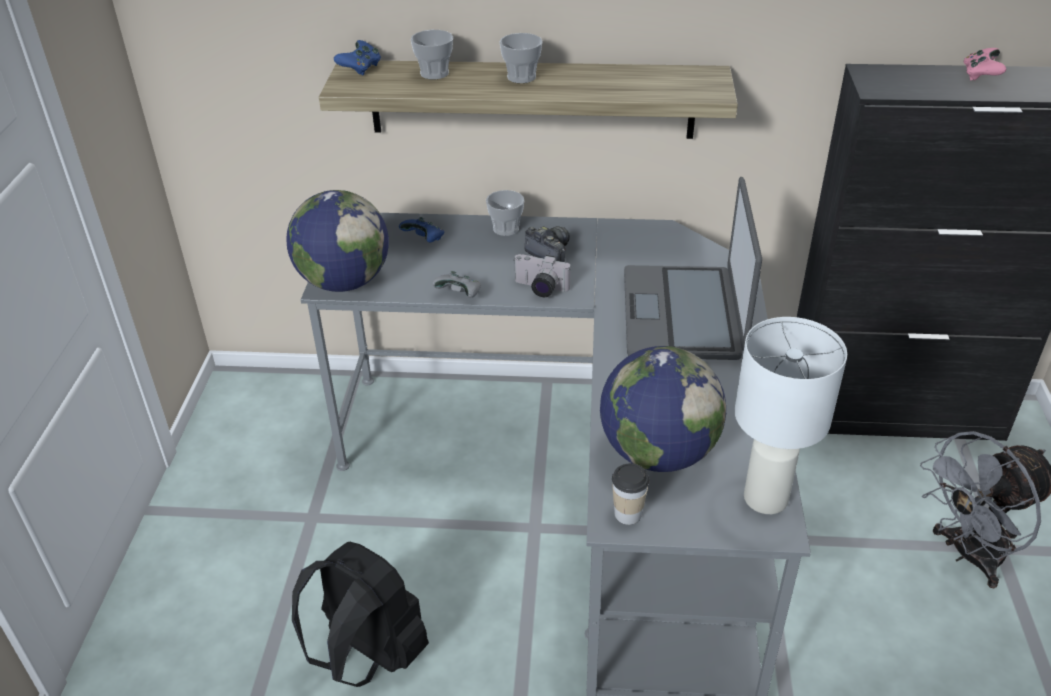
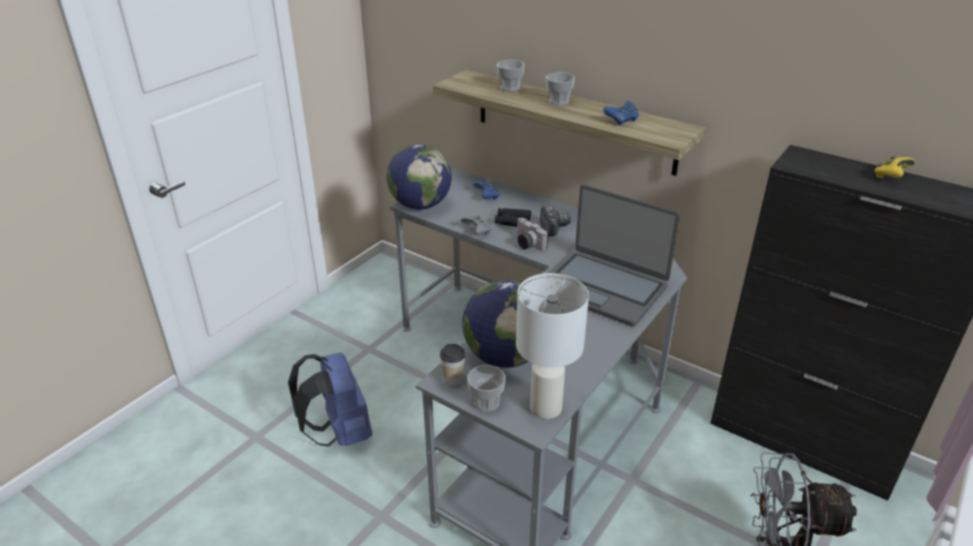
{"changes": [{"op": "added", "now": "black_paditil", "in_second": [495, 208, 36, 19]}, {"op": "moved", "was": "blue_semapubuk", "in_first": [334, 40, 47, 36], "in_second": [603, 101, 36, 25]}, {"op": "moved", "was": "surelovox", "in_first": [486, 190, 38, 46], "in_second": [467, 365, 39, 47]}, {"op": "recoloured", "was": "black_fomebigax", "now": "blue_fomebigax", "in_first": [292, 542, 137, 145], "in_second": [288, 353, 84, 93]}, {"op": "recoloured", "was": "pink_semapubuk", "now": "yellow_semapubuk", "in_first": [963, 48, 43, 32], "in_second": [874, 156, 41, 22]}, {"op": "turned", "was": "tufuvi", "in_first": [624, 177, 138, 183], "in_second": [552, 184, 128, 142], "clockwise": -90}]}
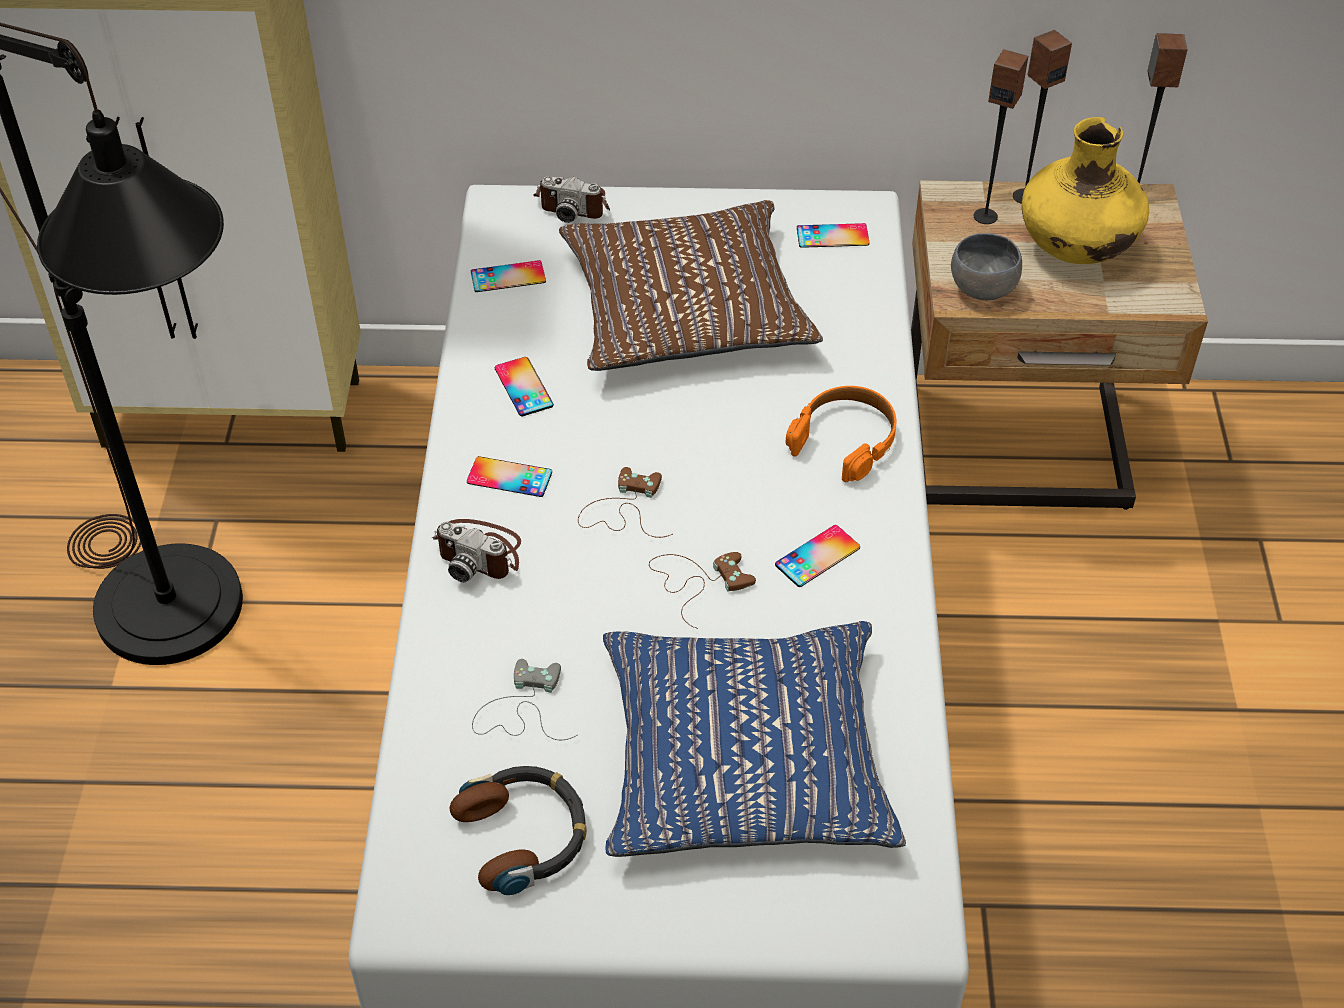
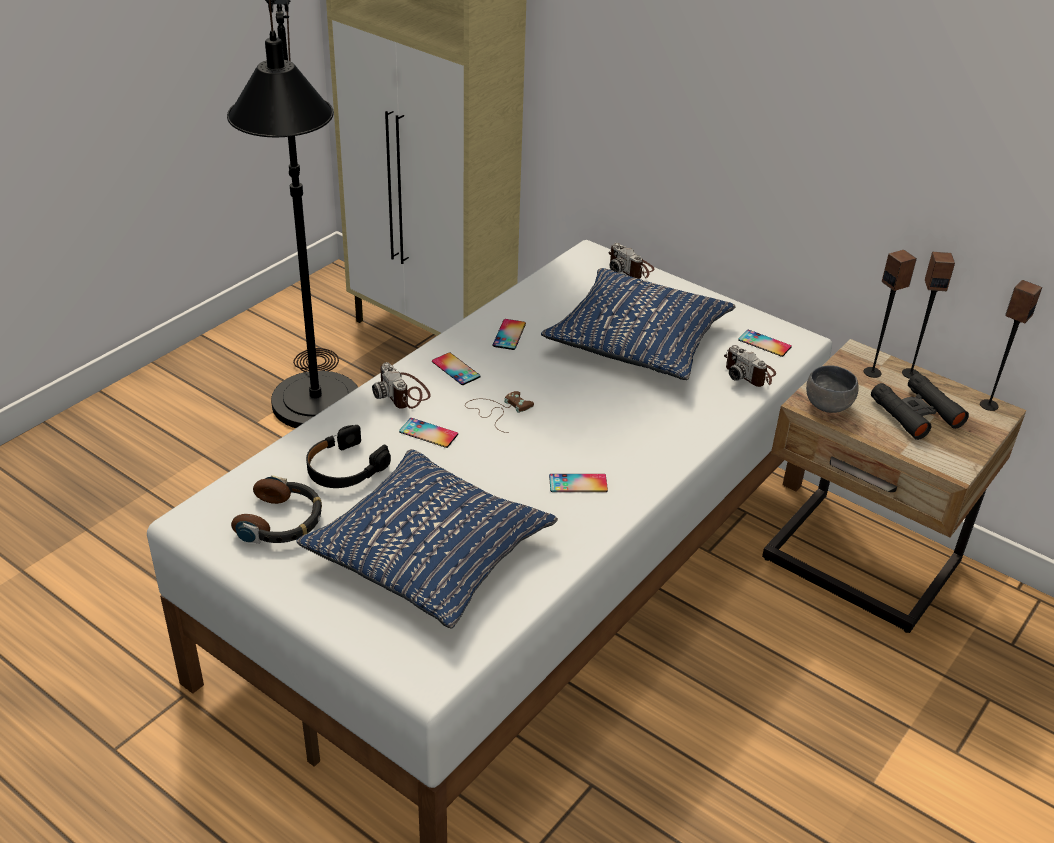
{"changes": [{"op": "removed", "was": "brown_semapubuk", "in_first": [649, 552, 107, 77]}, {"op": "removed", "was": "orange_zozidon", "in_first": [786, 386, 110, 96]}, {"op": "added", "now": "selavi", "in_second": [724, 345, 52, 42]}, {"op": "moved", "was": "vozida", "in_first": [471, 260, 75, 32], "in_second": [399, 418, 59, 30]}, {"op": "replaced", "was": "grey_semapubuk", "now": "black_zozidon", "in_first": [472, 659, 105, 81], "in_second": [306, 425, 85, 63]}, {"op": "replaced", "was": "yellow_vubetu", "now": "black_paditil", "in_first": [1022, 117, 127, 147], "in_second": [871, 373, 98, 67]}, {"op": "recoloured", "was": "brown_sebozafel", "now": "blue_sebozafel", "in_first": [559, 200, 264, 171], "in_second": [541, 268, 195, 112]}]}
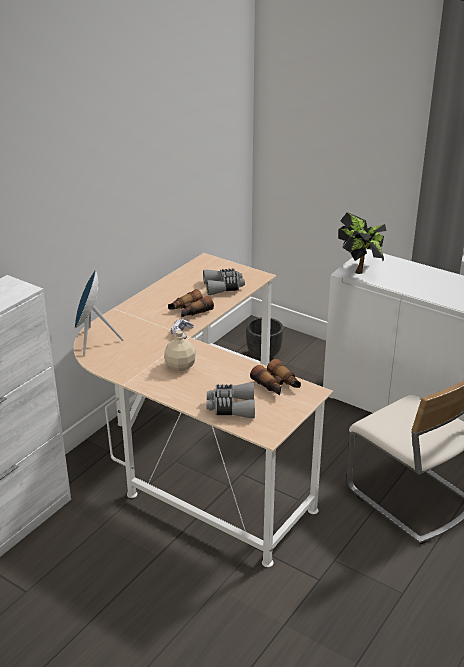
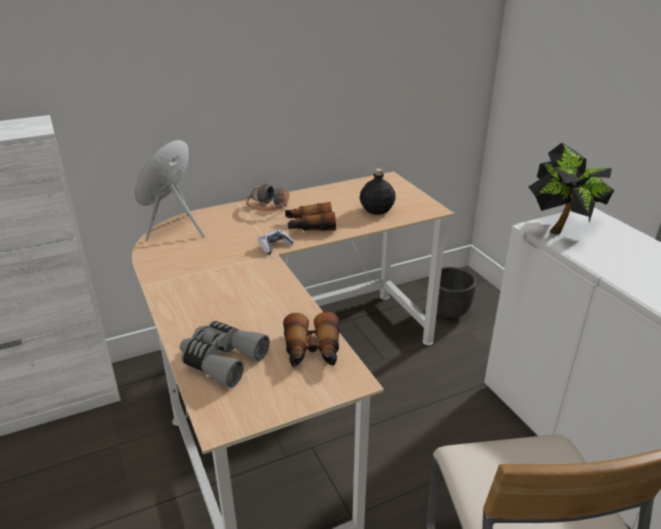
{"changes": [{"op": "removed", "was": "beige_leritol", "in_first": [164, 330, 32, 41]}, {"op": "added", "now": "zozidon", "in_second": [246, 183, 43, 28]}, {"op": "replaced", "was": "grey_paditil", "now": "black_leritol", "in_first": [203, 269, 42, 26], "in_second": [360, 168, 36, 47]}]}
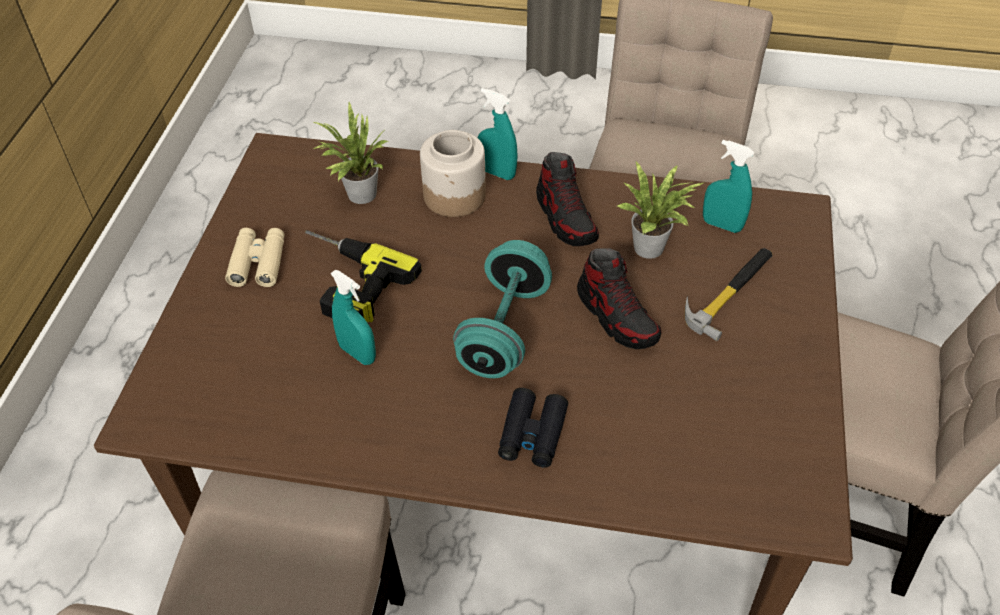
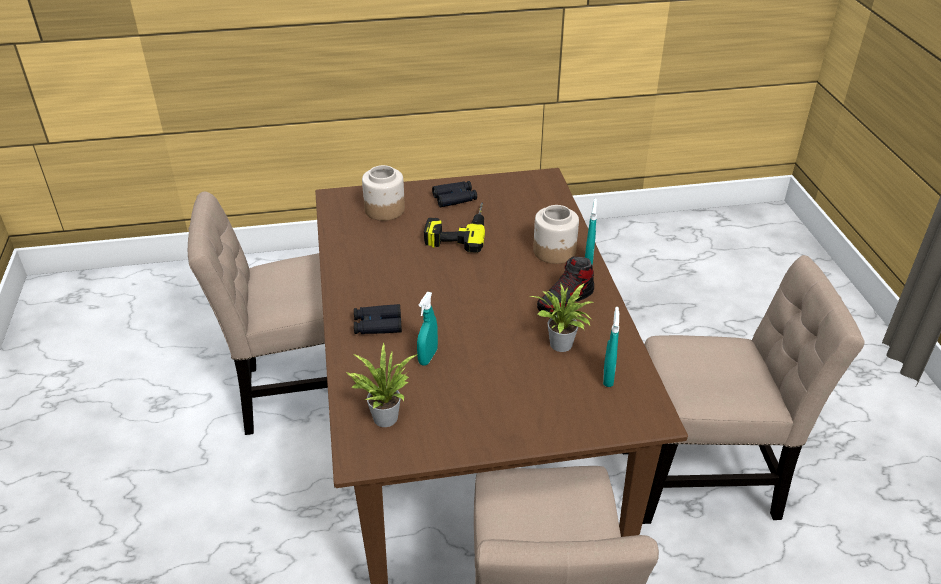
{"changes": [{"op": "removed", "was": "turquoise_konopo", "in_first": [453, 240, 99, 138]}, {"op": "removed", "was": "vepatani", "in_first": [577, 248, 85, 101]}, {"op": "removed", "was": "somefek", "in_first": [685, 248, 87, 93]}, {"op": "added", "now": "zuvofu", "in_second": [362, 165, 43, 56]}, {"op": "moved", "was": "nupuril", "in_first": [311, 102, 77, 102], "in_second": [346, 343, 72, 84]}, {"op": "moved", "was": "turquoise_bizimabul", "in_first": [330, 270, 46, 95], "in_second": [417, 292, 21, 74]}, {"op": "recoloured", "was": "beige_paditil", "now": "black_paditil", "in_first": [225, 228, 60, 59], "in_second": [432, 181, 45, 26]}]}
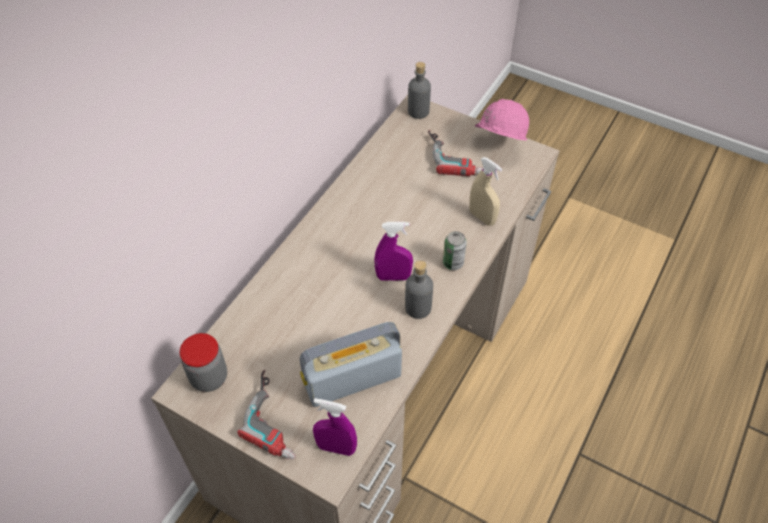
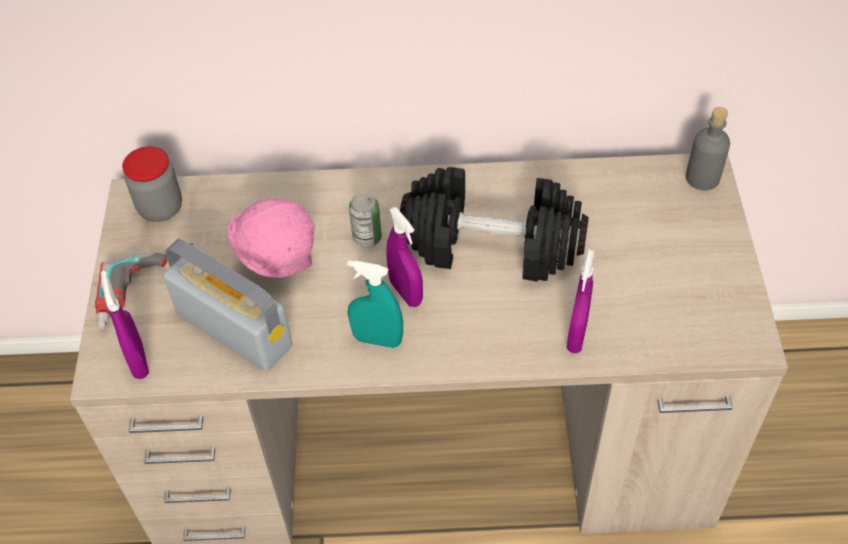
{"changes": [{"op": "removed", "was": "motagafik", "in_first": [428, 130, 55, 46]}, {"op": "added", "now": "black_konopo", "in_second": [400, 167, 189, 115]}, {"op": "moved", "was": "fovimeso", "in_first": [443, 231, 24, 39], "in_second": [349, 192, 33, 55]}, {"op": "moved", "was": "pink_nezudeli", "in_first": [475, 99, 54, 41], "in_second": [227, 198, 88, 80]}, {"op": "replaced", "was": "grey_leritol", "now": "turquoise_bizimabul", "in_first": [405, 260, 28, 59], "in_second": [348, 260, 55, 88]}, {"op": "recoloured", "was": "beige_bizimabul", "now": "purple_bizimabul", "in_first": [469, 157, 34, 69], "in_second": [566, 249, 29, 104]}]}
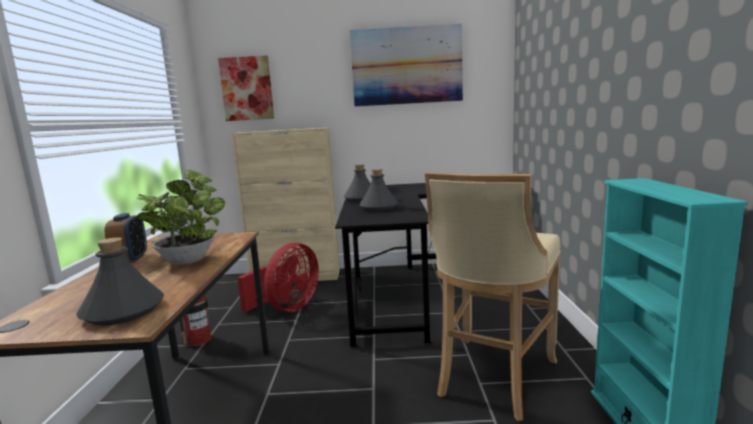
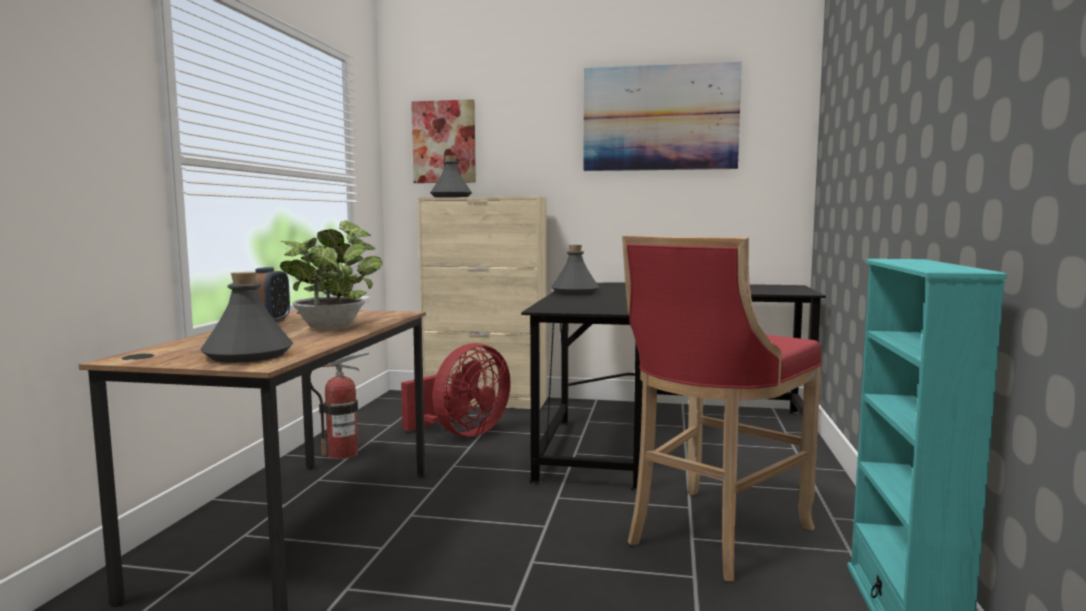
{"changes": [{"op": "moved", "was": "grey_leritol", "in_first": [359, 169, 39, 42], "in_second": [430, 155, 42, 42]}, {"op": "recoloured", "was": "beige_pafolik", "now": "red_pafolik", "in_first": [425, 172, 136, 249], "in_second": [622, 235, 199, 346]}]}
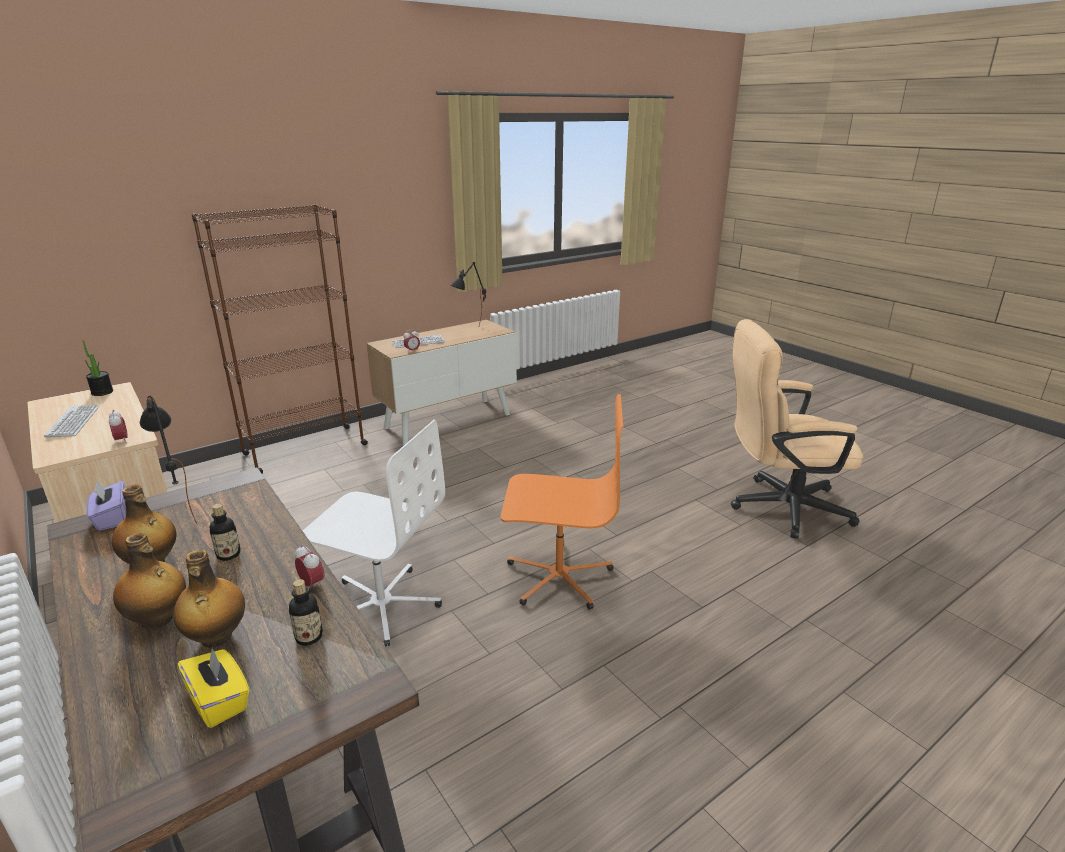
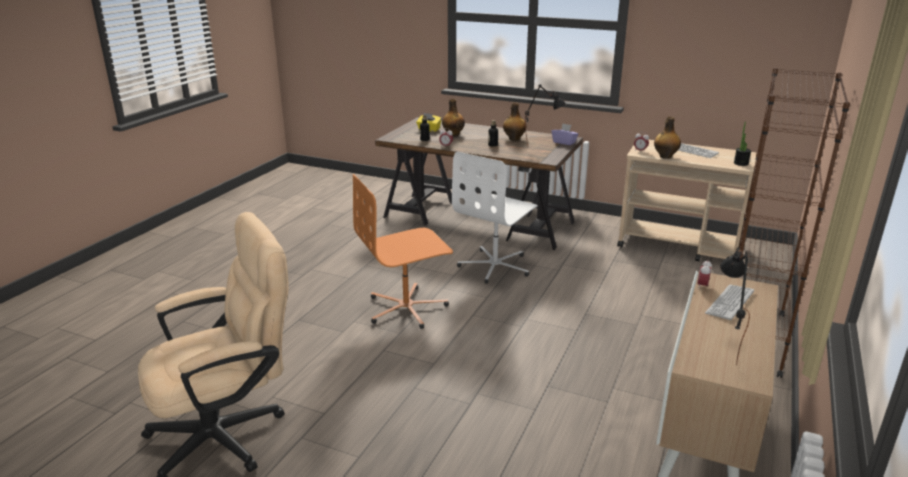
{"changes": [{"op": "moved", "was": "leritol", "in_first": [113, 532, 73, 97], "in_second": [654, 117, 27, 42]}, {"op": "turned", "was": "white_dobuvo", "in_first": [303, 420, 142, 226], "in_second": [452, 152, 86, 132], "clockwise": -45}]}
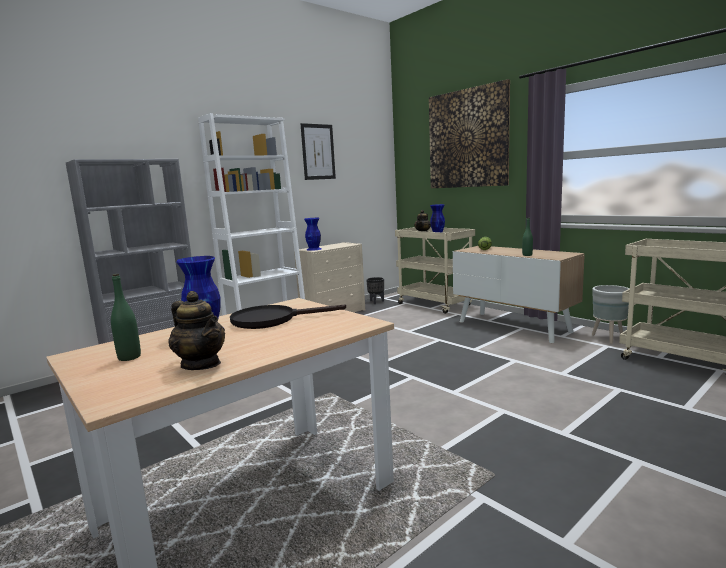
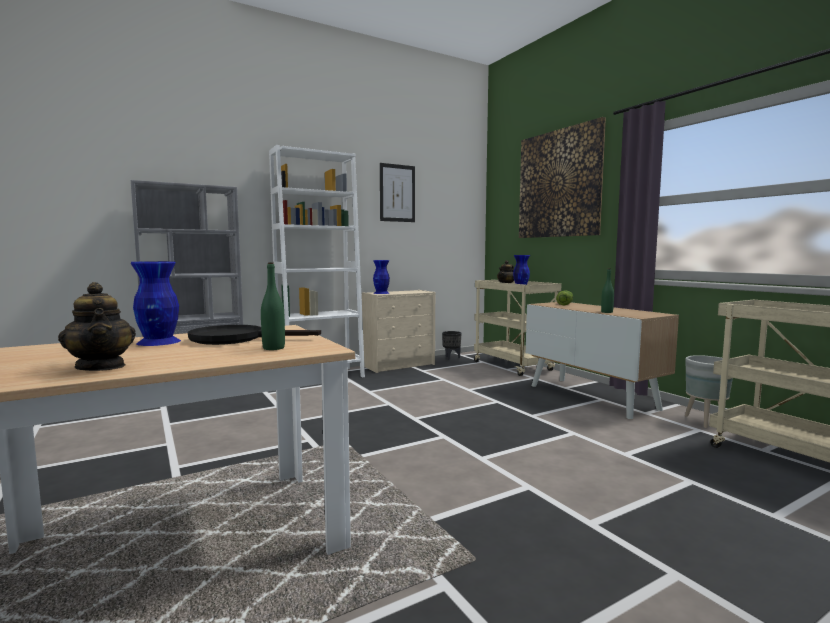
{"changes": [{"op": "moved", "was": "green_leritol", "in_first": [111, 274, 30, 87], "in_second": [261, 262, 24, 88]}]}
